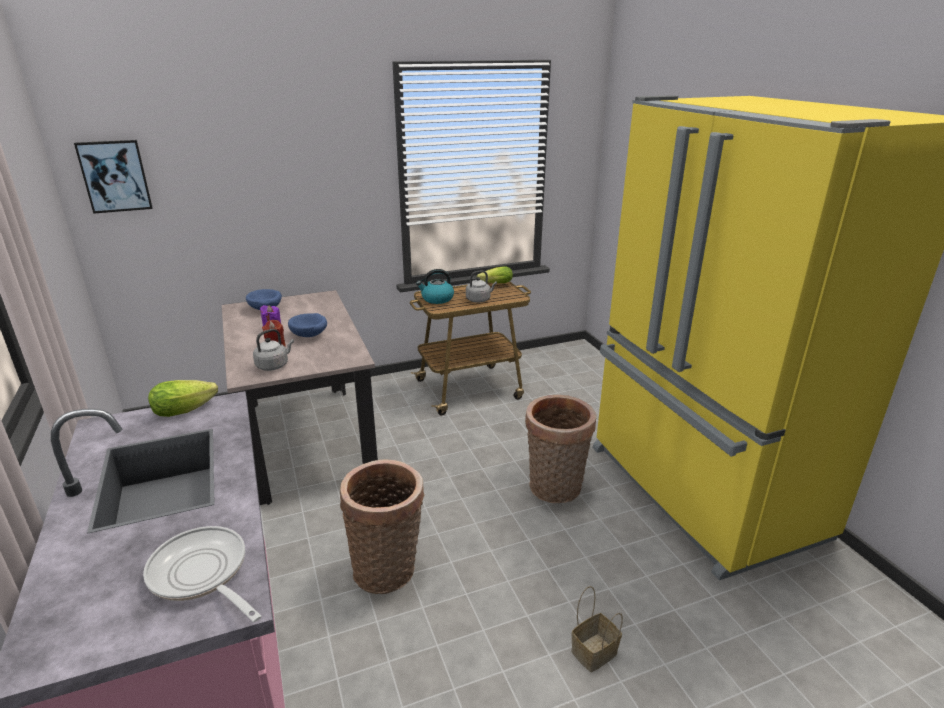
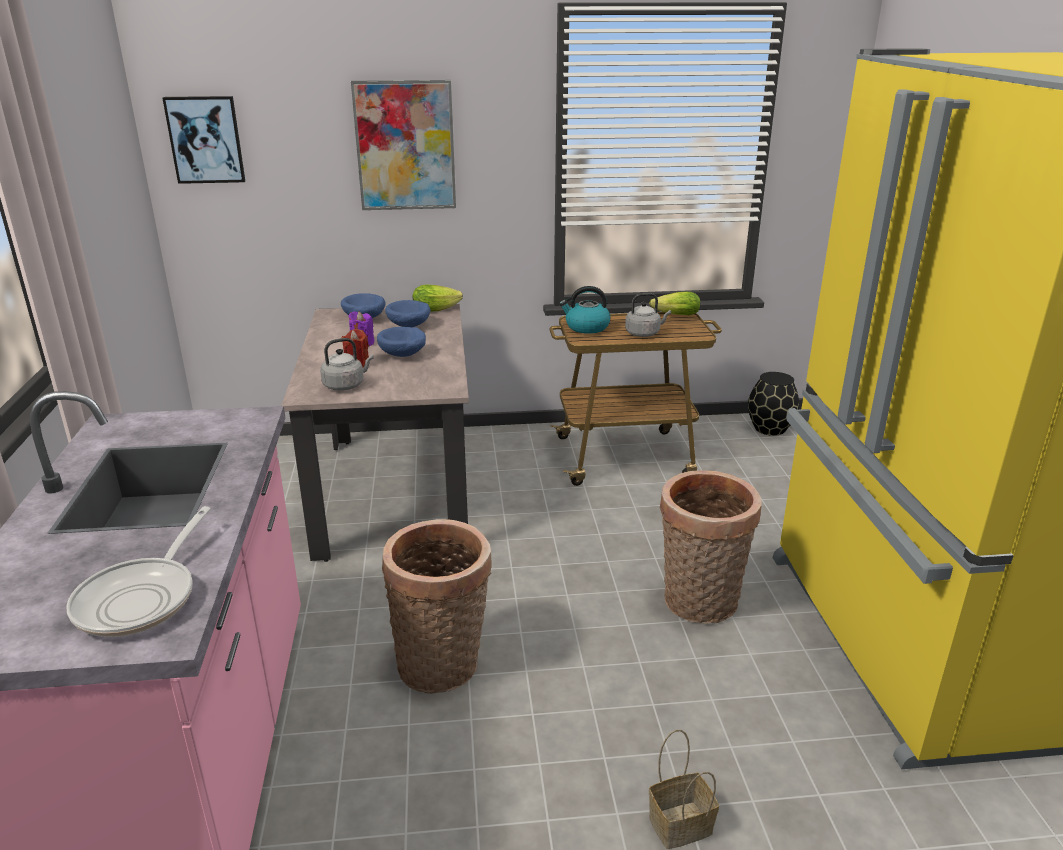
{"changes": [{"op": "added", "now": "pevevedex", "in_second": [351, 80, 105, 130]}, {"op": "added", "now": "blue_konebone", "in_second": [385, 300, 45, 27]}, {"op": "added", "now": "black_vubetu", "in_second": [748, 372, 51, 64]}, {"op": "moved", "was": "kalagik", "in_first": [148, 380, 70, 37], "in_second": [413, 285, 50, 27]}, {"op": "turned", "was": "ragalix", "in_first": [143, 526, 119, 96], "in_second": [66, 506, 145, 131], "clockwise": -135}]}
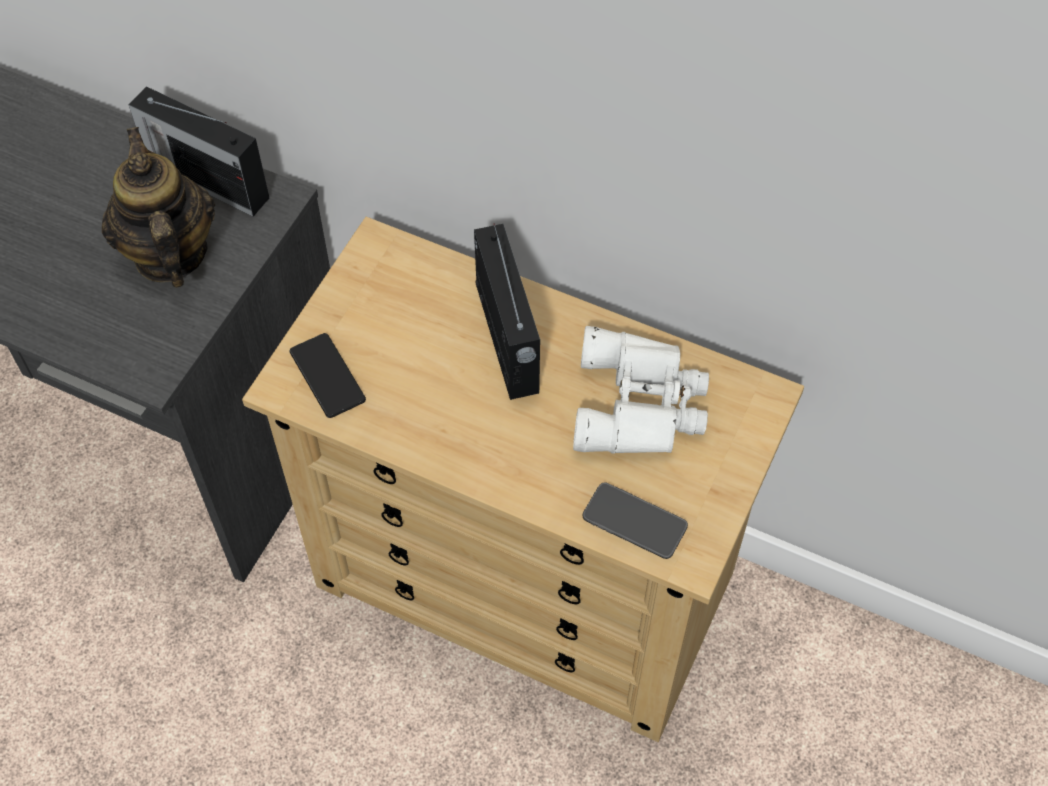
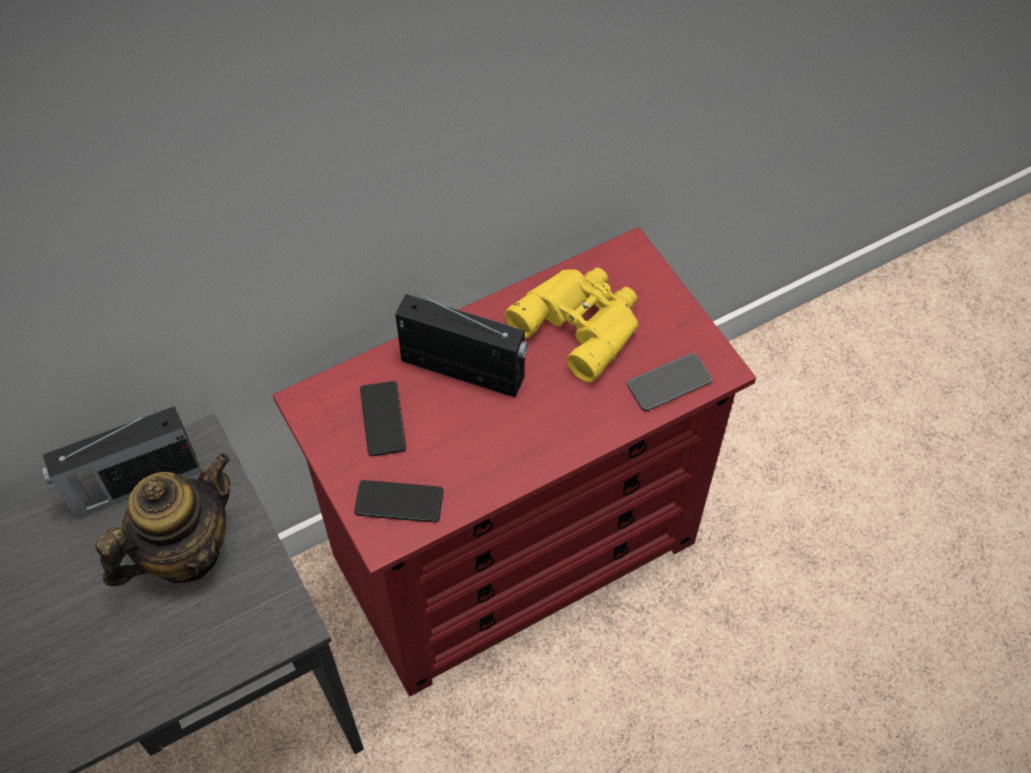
{"changes": [{"op": "added", "now": "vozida", "in_second": [360, 381, 46, 75]}, {"op": "recoloured", "was": "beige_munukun", "now": "red_munukun", "in_first": [242, 217, 562, 525], "in_second": [273, 227, 483, 470]}, {"op": "recoloured", "was": "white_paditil", "now": "yellow_paditil", "in_first": [573, 326, 136, 128], "in_second": [505, 267, 134, 116]}, {"op": "turned", "was": "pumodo", "in_first": [102, 127, 113, 161], "in_second": [95, 453, 136, 133], "clockwise": 120}]}
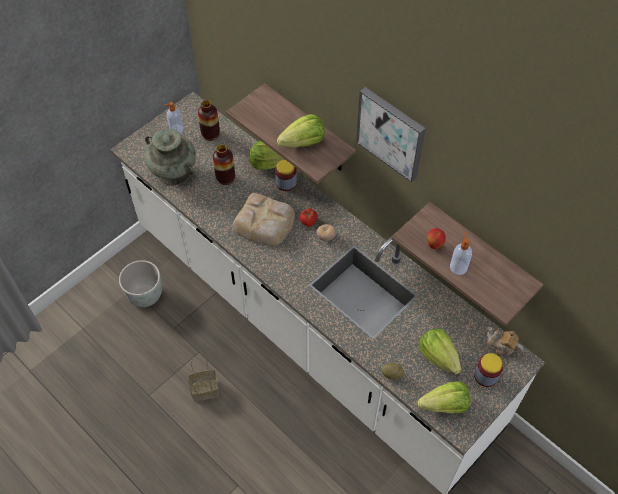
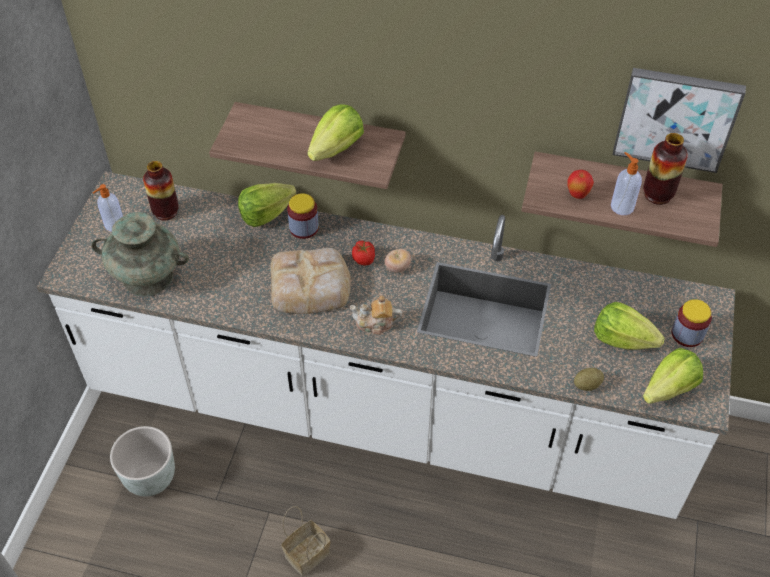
{"changes": [{"op": "moved", "was": "vubetu", "in_first": [213, 144, 22, 41], "in_second": [643, 133, 45, 72]}, {"op": "moved", "was": "pevevedex", "in_first": [356, 87, 70, 96], "in_second": [613, 68, 133, 105]}, {"op": "moved", "was": "pumodo", "in_first": [487, 327, 36, 29], "in_second": [350, 295, 52, 40]}]}
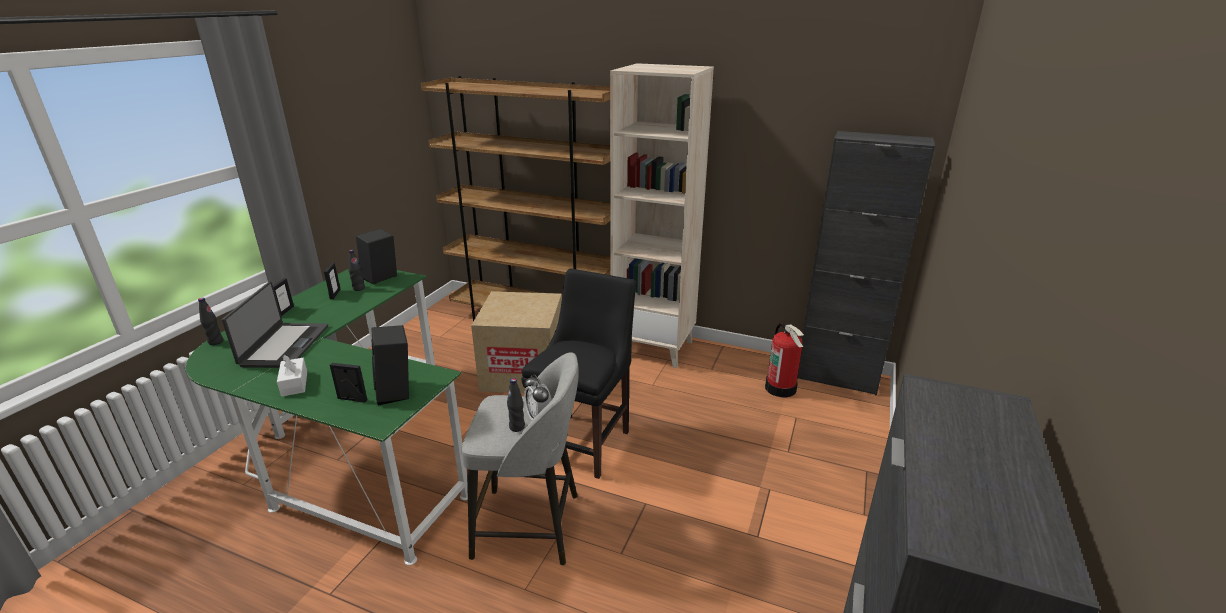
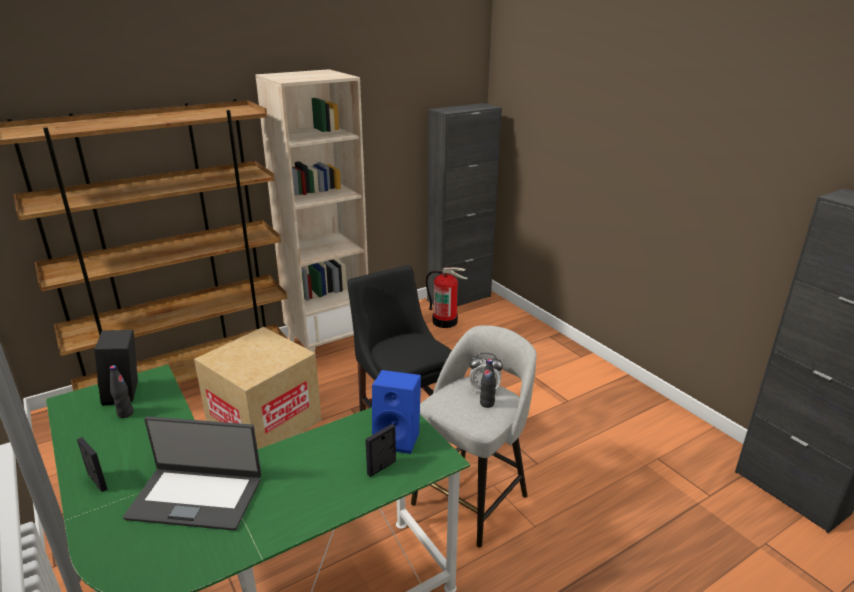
{"changes": [{"op": "removed", "was": "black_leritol", "in_first": [198, 298, 25, 47]}, {"op": "removed", "was": "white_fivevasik", "in_first": [277, 354, 30, 43]}, {"op": "removed", "was": "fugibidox", "in_first": [324, 263, 17, 37]}, {"op": "recoloured", "was": "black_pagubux", "now": "blue_pagubux", "in_first": [371, 325, 38, 81], "in_second": [372, 370, 49, 84]}, {"op": "turned", "was": "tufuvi", "in_first": [222, 282, 106, 86], "in_second": [123, 416, 138, 115], "clockwise": 150}]}
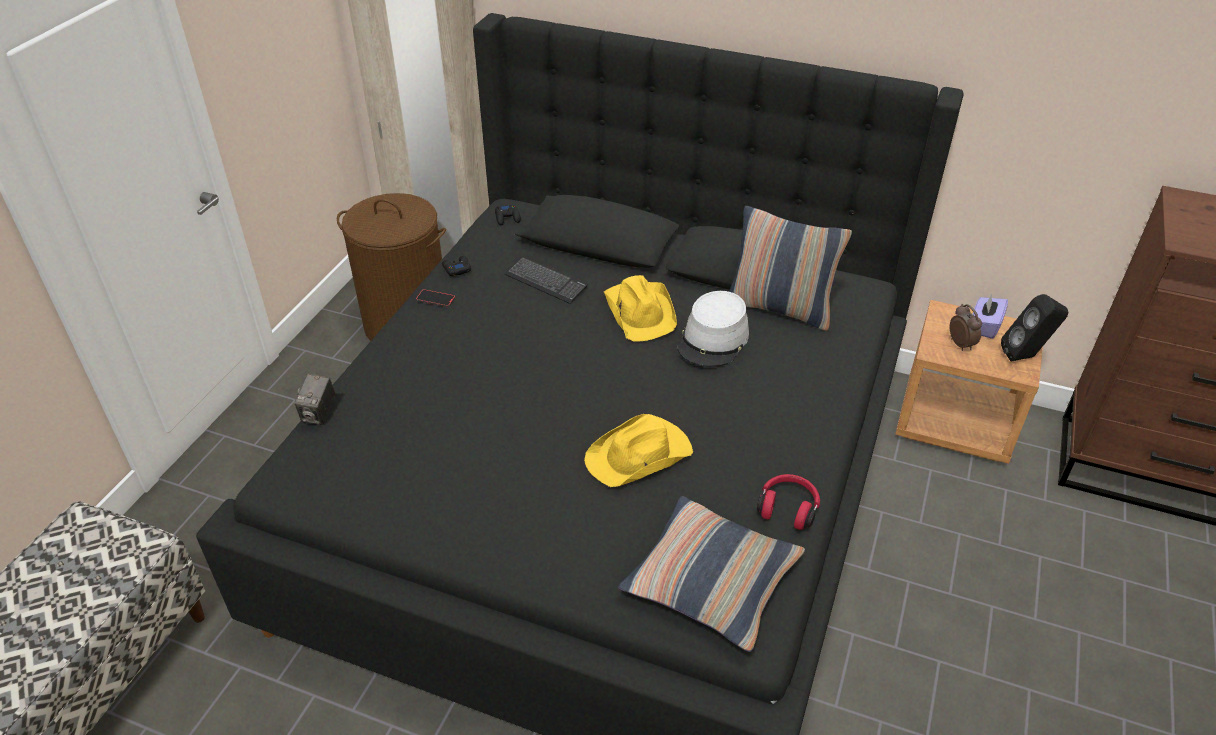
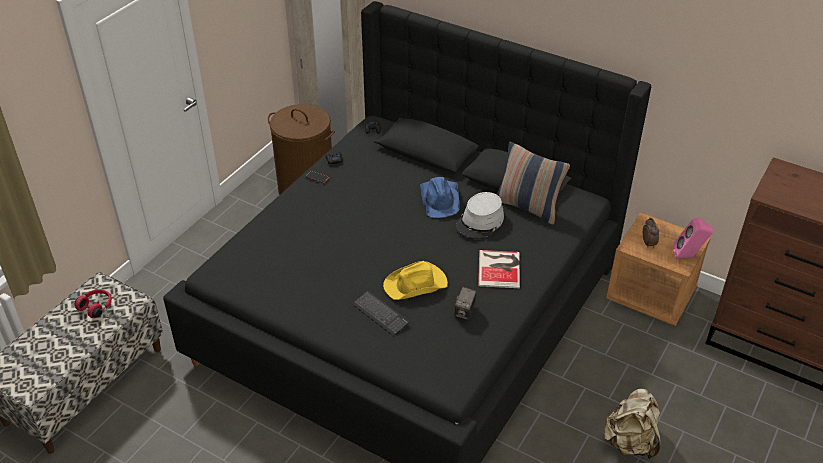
{"changes": [{"op": "removed", "was": "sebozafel", "in_first": [618, 496, 187, 156]}, {"op": "removed", "was": "purple_fivevasik", "in_first": [973, 293, 35, 46]}, {"op": "added", "now": "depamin", "in_second": [478, 250, 42, 38]}, {"op": "added", "now": "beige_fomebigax", "in_second": [603, 389, 57, 70]}, {"op": "moved", "was": "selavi", "in_first": [295, 374, 41, 51], "in_second": [455, 287, 22, 33]}, {"op": "moved", "was": "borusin", "in_first": [505, 256, 83, 48], "in_second": [352, 291, 57, 45]}, {"op": "moved", "was": "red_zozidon", "in_first": [757, 474, 63, 56], "in_second": [75, 289, 37, 29]}, {"op": "recoloured", "was": "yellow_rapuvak", "now": "blue_rapuvak", "in_first": [604, 275, 73, 66], "in_second": [420, 177, 40, 41]}, {"op": "recoloured", "was": "black_pagubux", "now": "pink_pagubux", "in_first": [1001, 294, 67, 68], "in_second": [673, 217, 40, 41]}]}
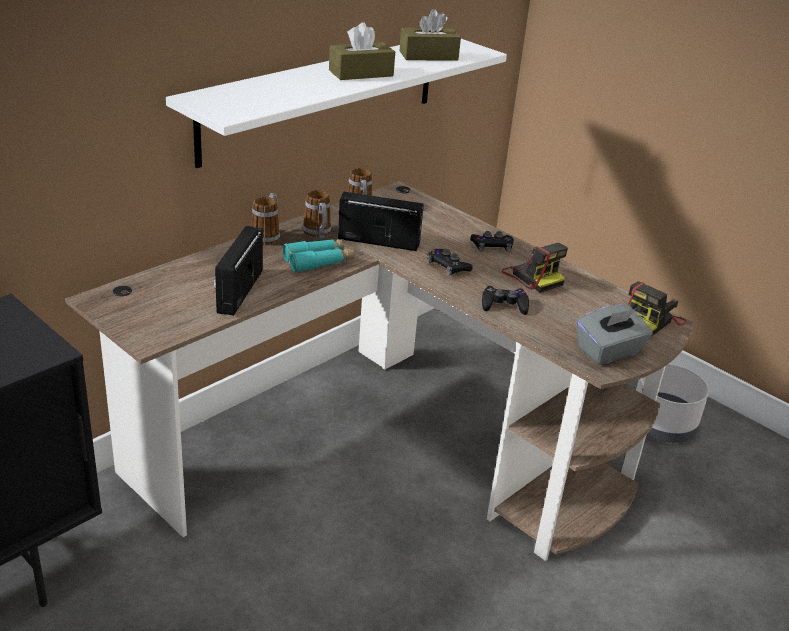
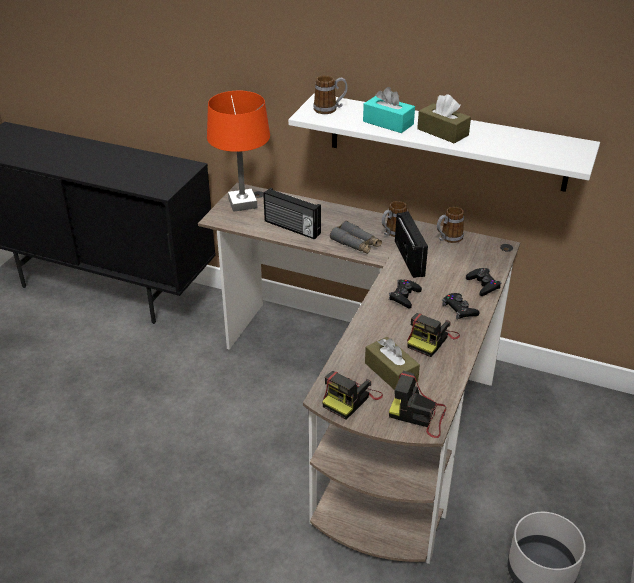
{"changes": [{"op": "added", "now": "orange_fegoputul", "in_second": [207, 91, 63, 121]}, {"op": "added", "now": "turquoise_fivevasik", "in_second": [363, 87, 52, 46]}, {"op": "moved", "was": "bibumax", "in_first": [251, 193, 29, 52], "in_second": [313, 75, 35, 39]}, {"op": "moved", "was": "brown_fivevasik", "in_first": [400, 9, 61, 52], "in_second": [365, 337, 55, 53]}, {"op": "moved", "was": "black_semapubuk", "in_first": [482, 285, 47, 30], "in_second": [466, 268, 35, 28]}, {"op": "replaced", "was": "grey_fivevasik", "now": "selavi", "in_first": [576, 304, 77, 61], "in_second": [322, 371, 61, 48]}, {"op": "recoloured", "was": "turquoise_paditil", "now": "grey_paditil", "in_first": [283, 239, 72, 33], "in_second": [330, 221, 52, 33]}, {"op": "turned", "was": "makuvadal", "in_first": [214, 226, 49, 90], "in_second": [263, 188, 58, 52], "clockwise": -135}]}
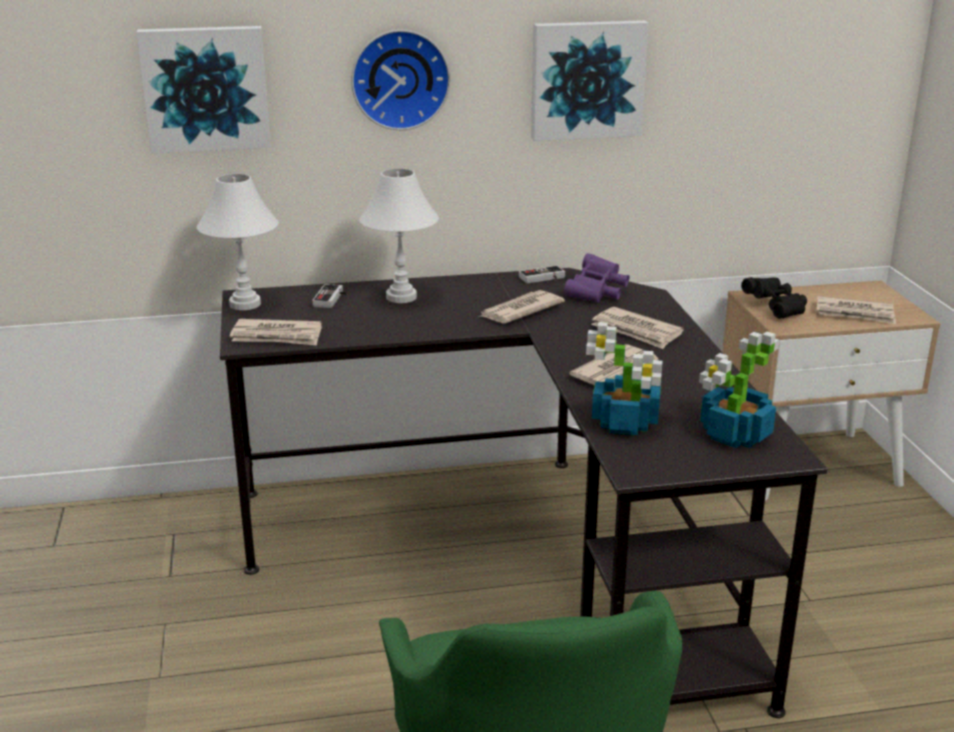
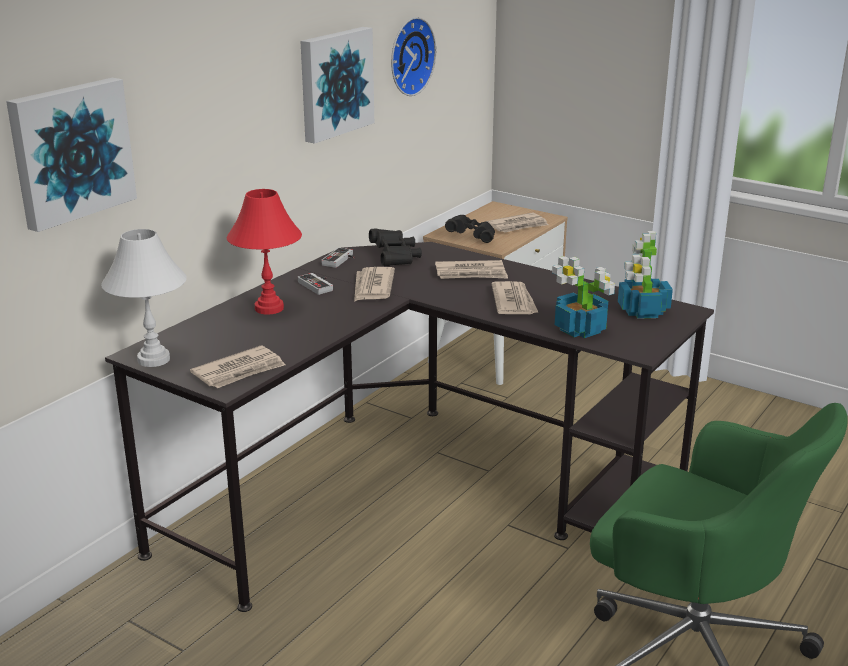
{"changes": [{"op": "moved", "was": "semapubuk", "in_first": [312, 284, 37, 24], "in_second": [297, 273, 36, 22]}, {"op": "moved", "was": "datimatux", "in_first": [351, 30, 99, 100], "in_second": [391, 17, 45, 79]}, {"op": "recoloured", "was": "white_fegoputul", "now": "red_fegoputul", "in_first": [359, 168, 80, 135], "in_second": [227, 189, 75, 125]}, {"op": "recoloured", "was": "purple_paditil", "now": "black_paditil", "in_first": [564, 253, 65, 50], "in_second": [369, 228, 53, 38]}]}
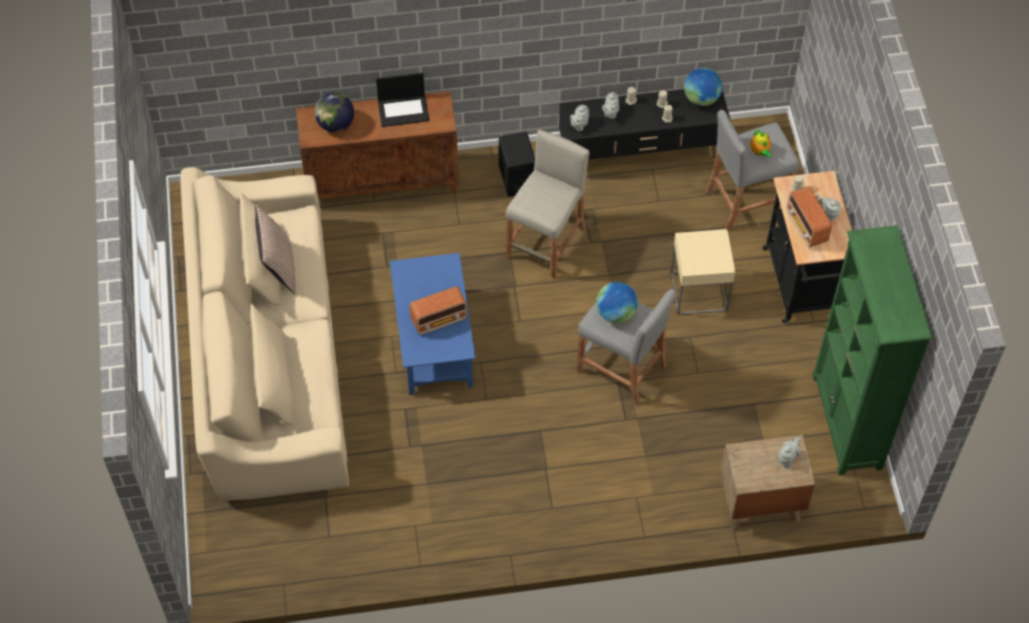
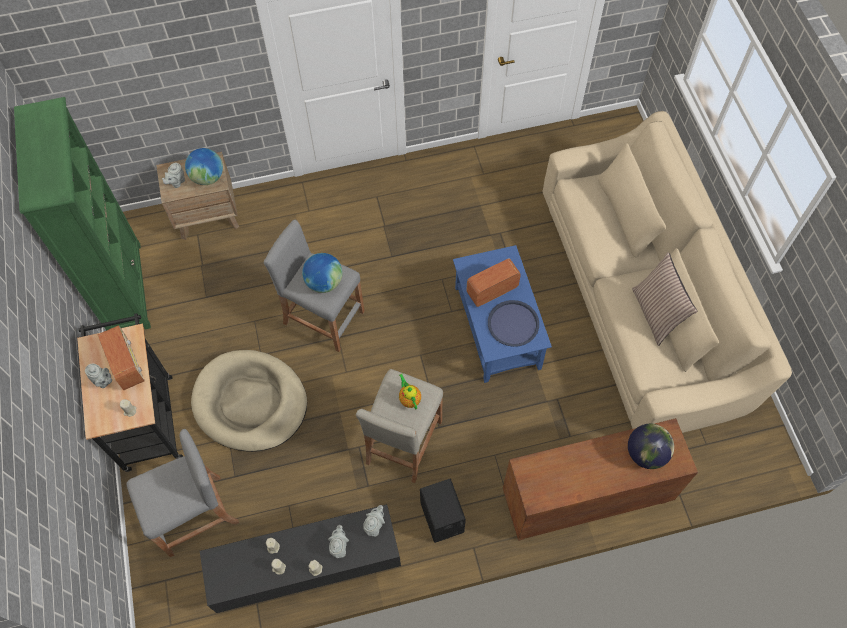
{"changes": [{"op": "removed", "was": "tufuvi", "in_first": [376, 72, 53, 55]}, {"op": "added", "now": "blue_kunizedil", "in_second": [488, 300, 51, 47]}, {"op": "moved", "was": "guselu", "in_first": [684, 68, 38, 38], "in_second": [185, 148, 38, 37]}, {"op": "moved", "was": "pumodo", "in_first": [750, 129, 21, 29], "in_second": [399, 374, 22, 35]}, {"op": "replaced", "was": "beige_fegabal", "now": "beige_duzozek", "in_first": [671, 229, 64, 86], "in_second": [191, 350, 116, 102]}]}
